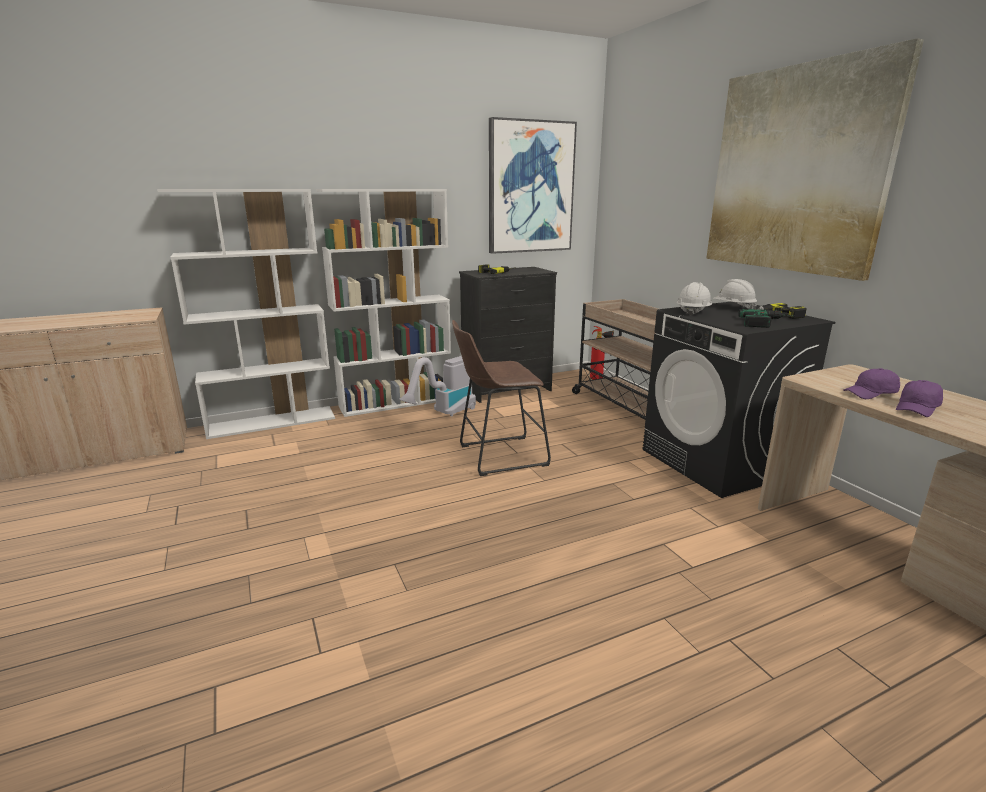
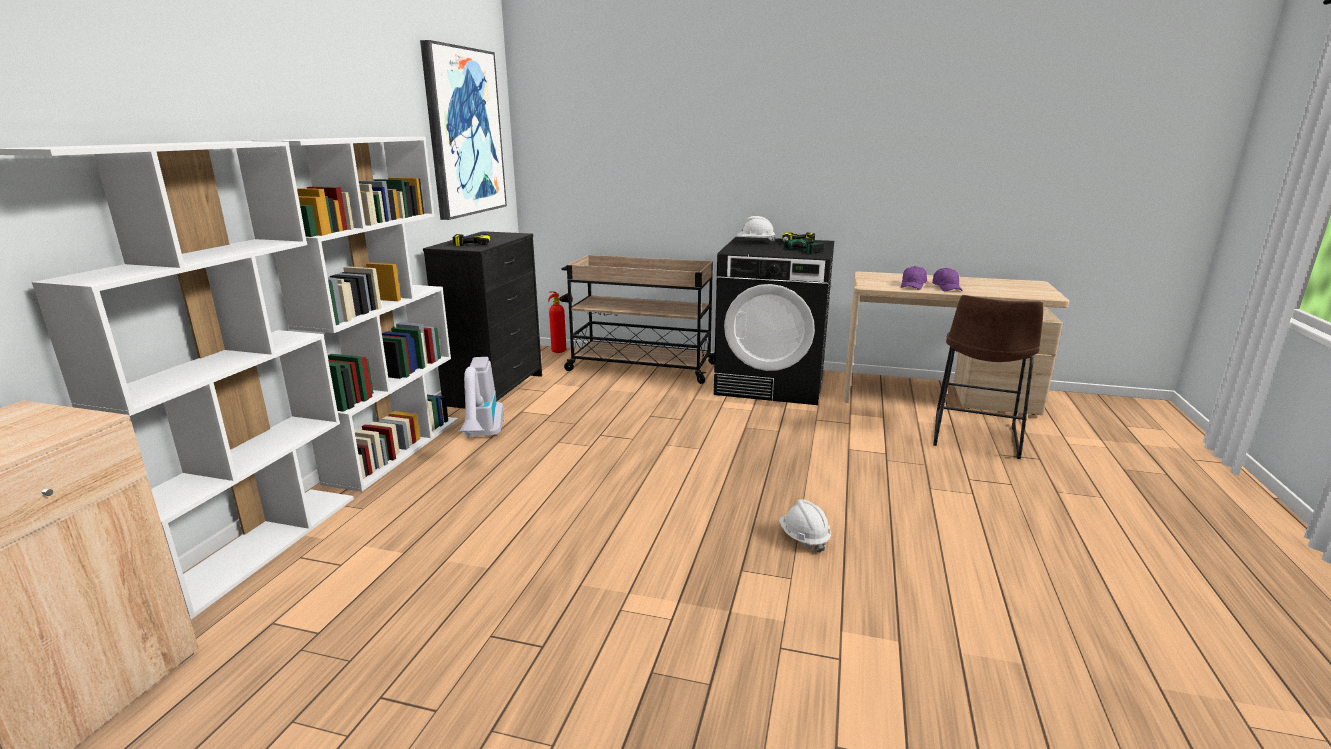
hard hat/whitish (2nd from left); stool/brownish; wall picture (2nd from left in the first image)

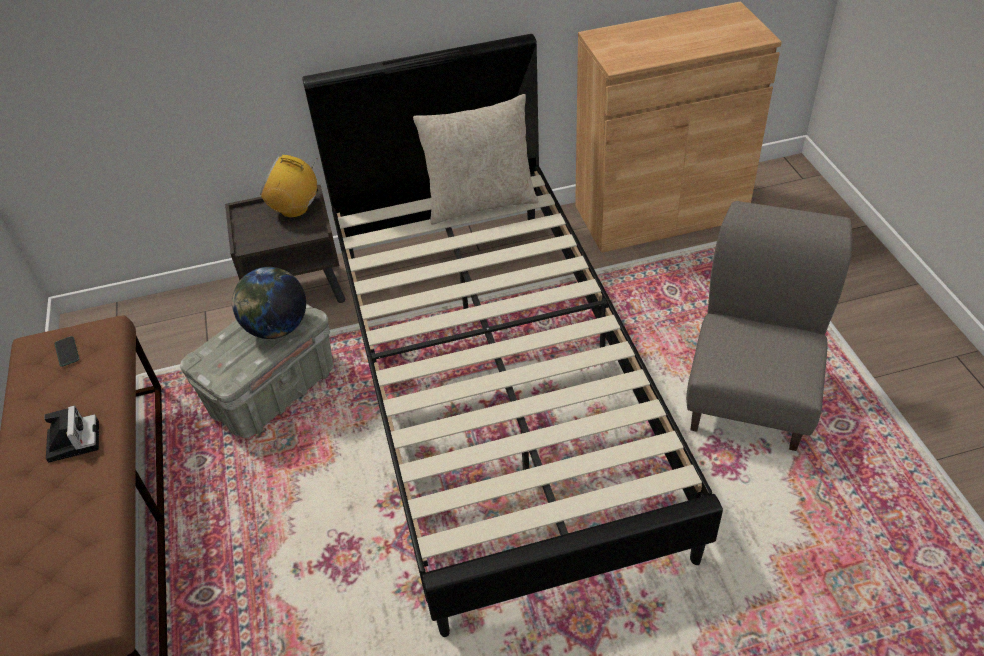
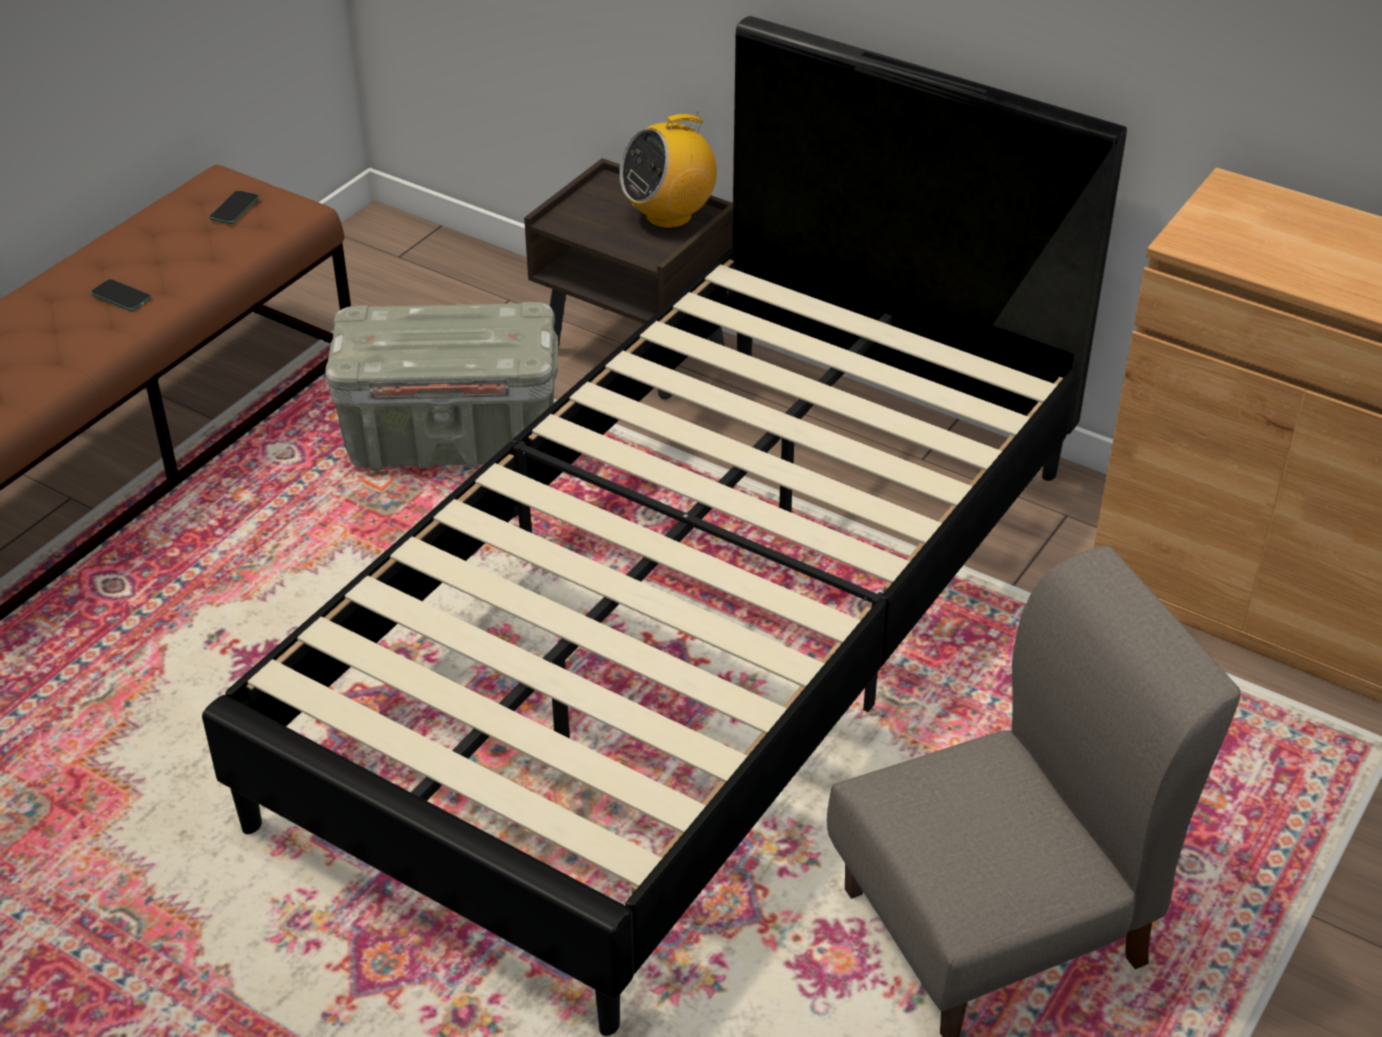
handset (1st from left); radio set; desk globe; pillow/beige-coloured

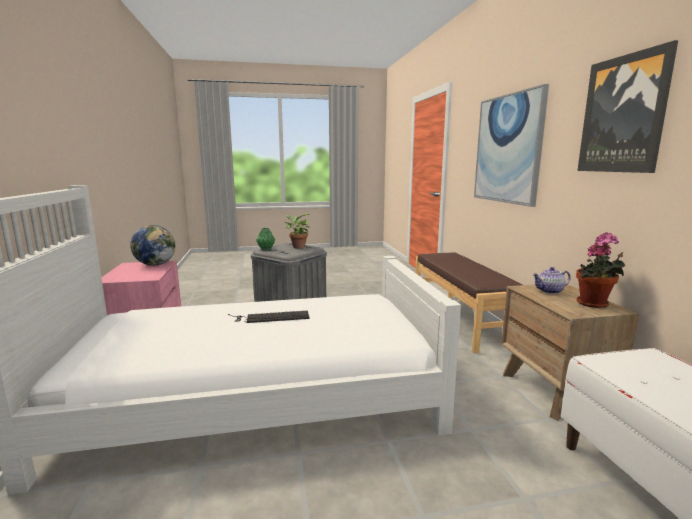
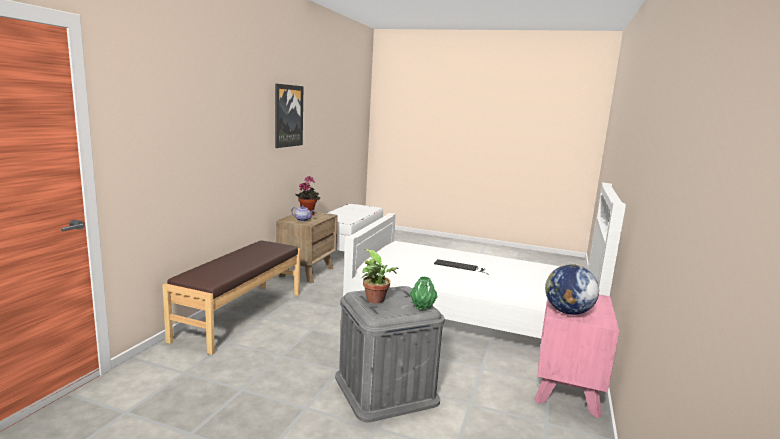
wall picture (1st from left in the first image)

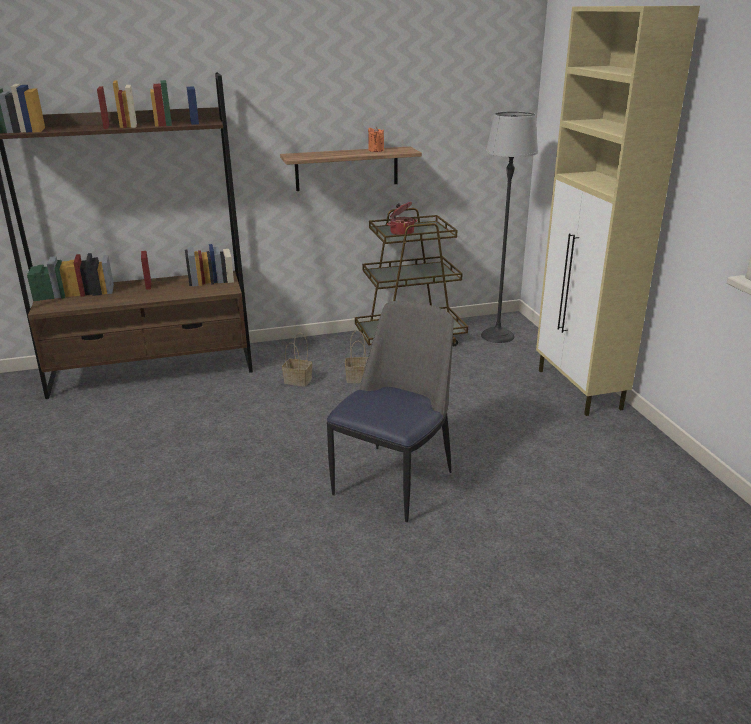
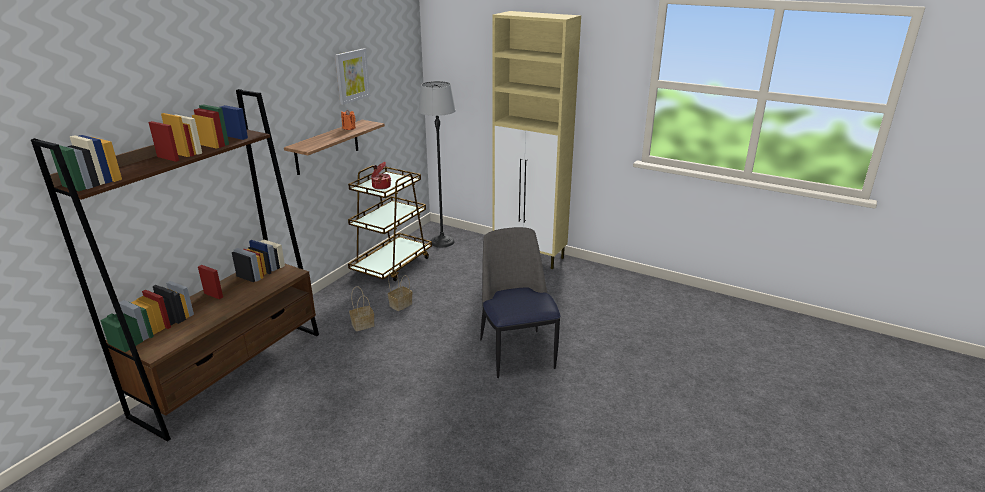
wall picture

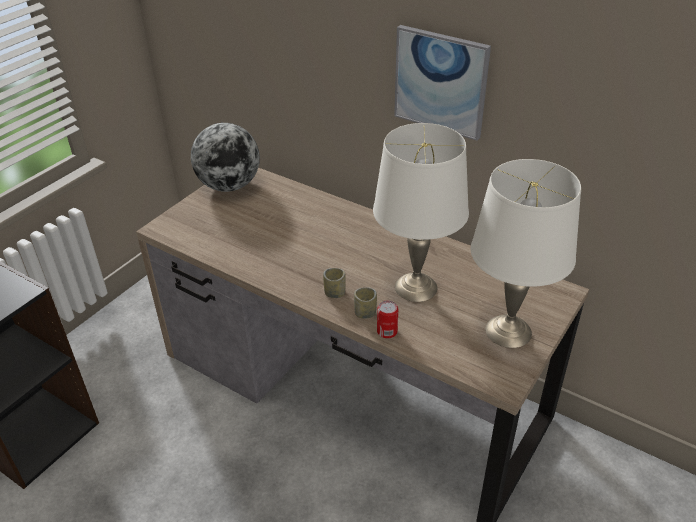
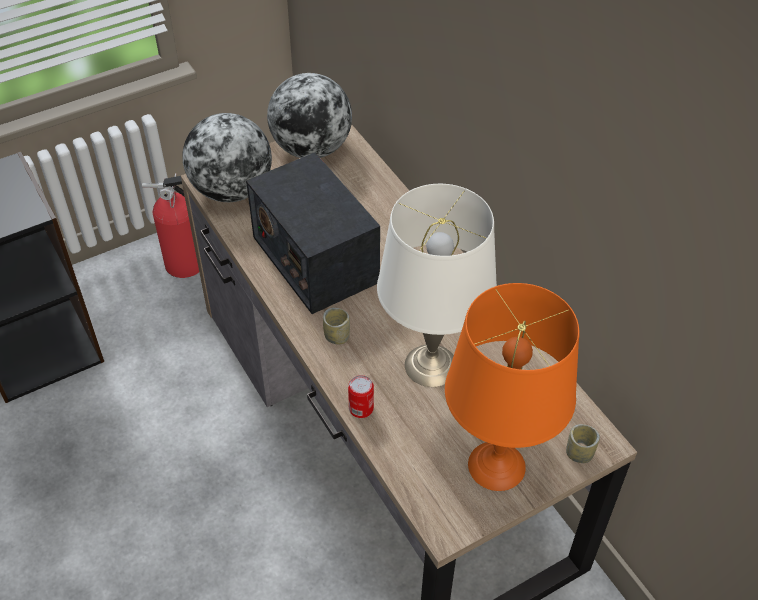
extinguisher; desk globe (1st from left); radio set; lamp for a table/orangey; cup (2nd from left); wall picture

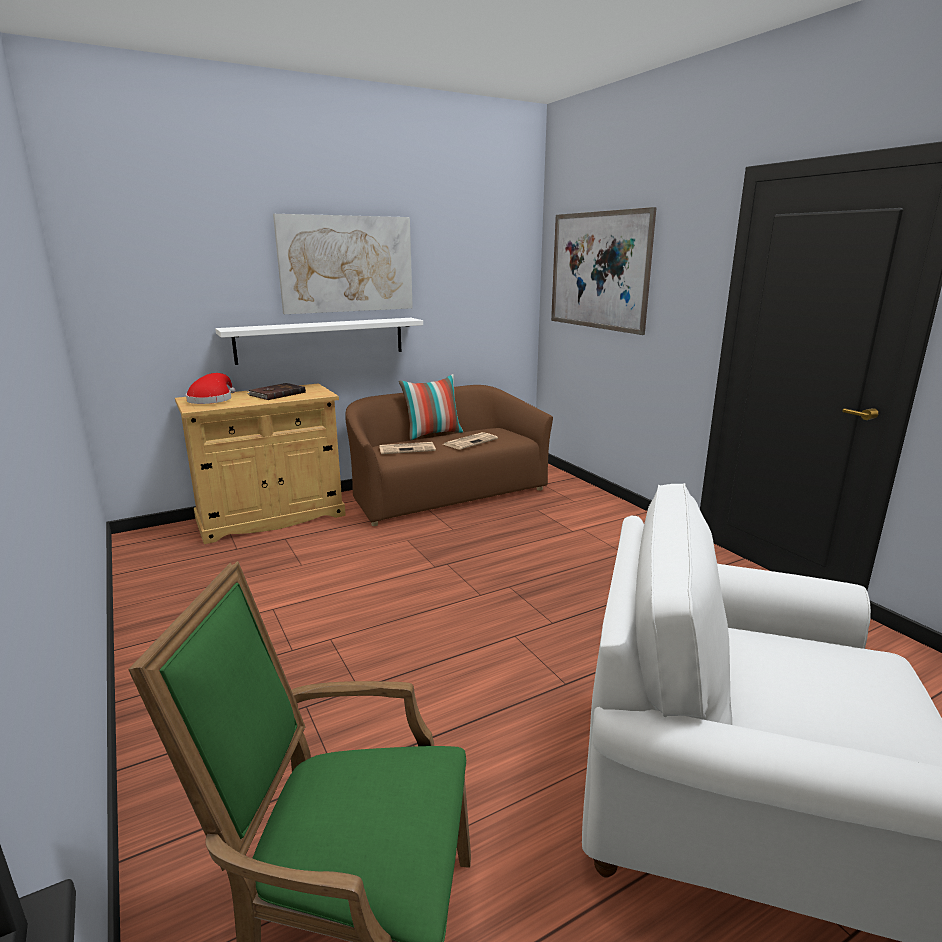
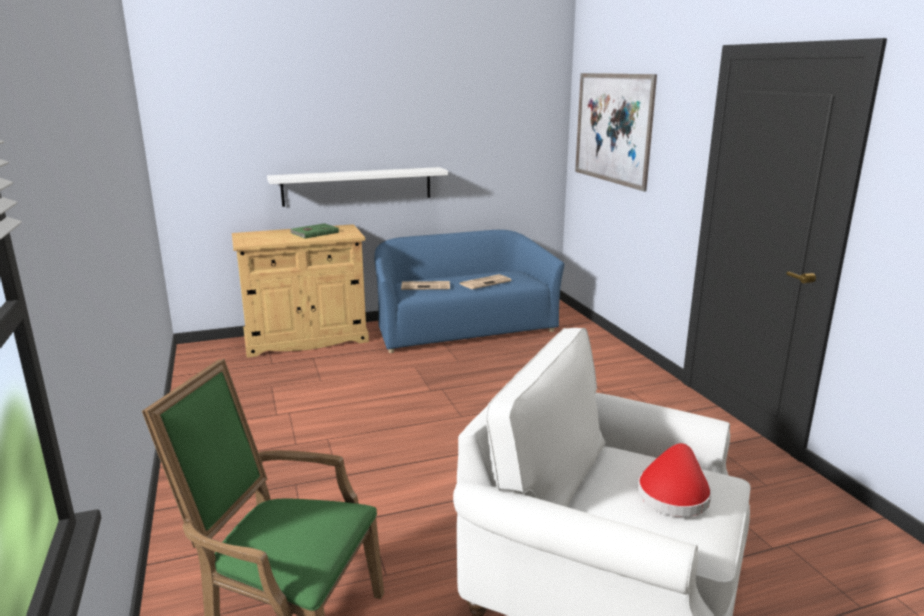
book/greenish; settee/blue-coloured; wearable hat/red-coloured; wall picture (1st from left in the first image); pillow

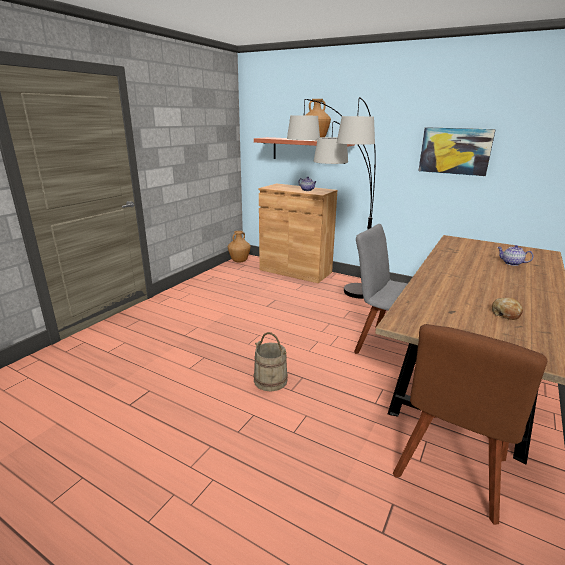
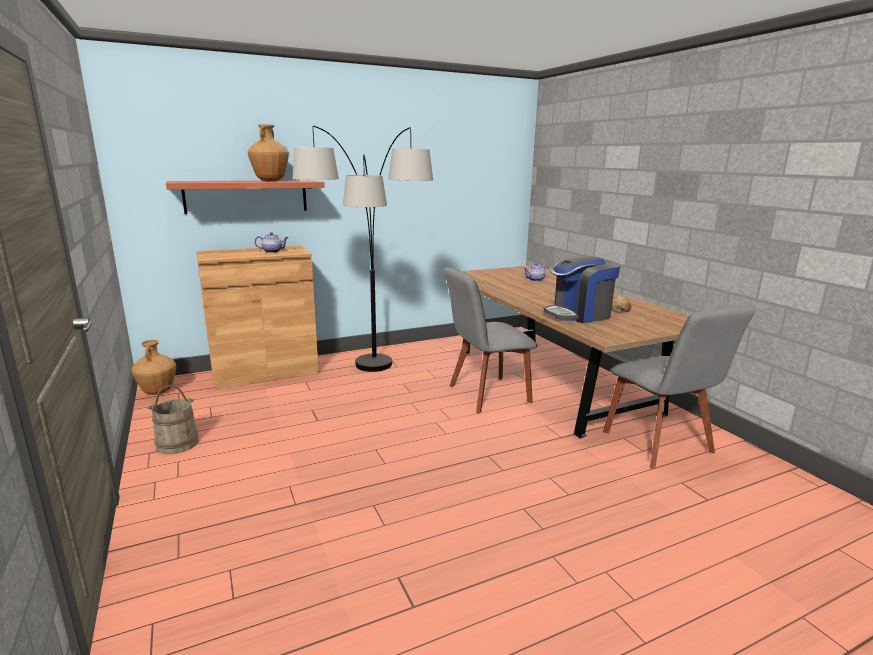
pail/beige-coloured; coffee maker; upright chair/gray (2nd from left); wall picture

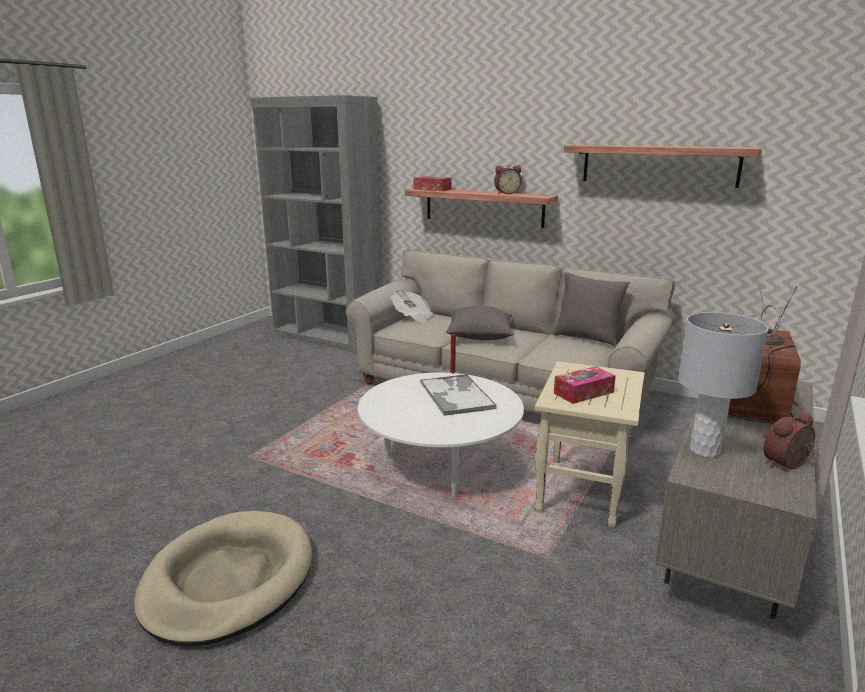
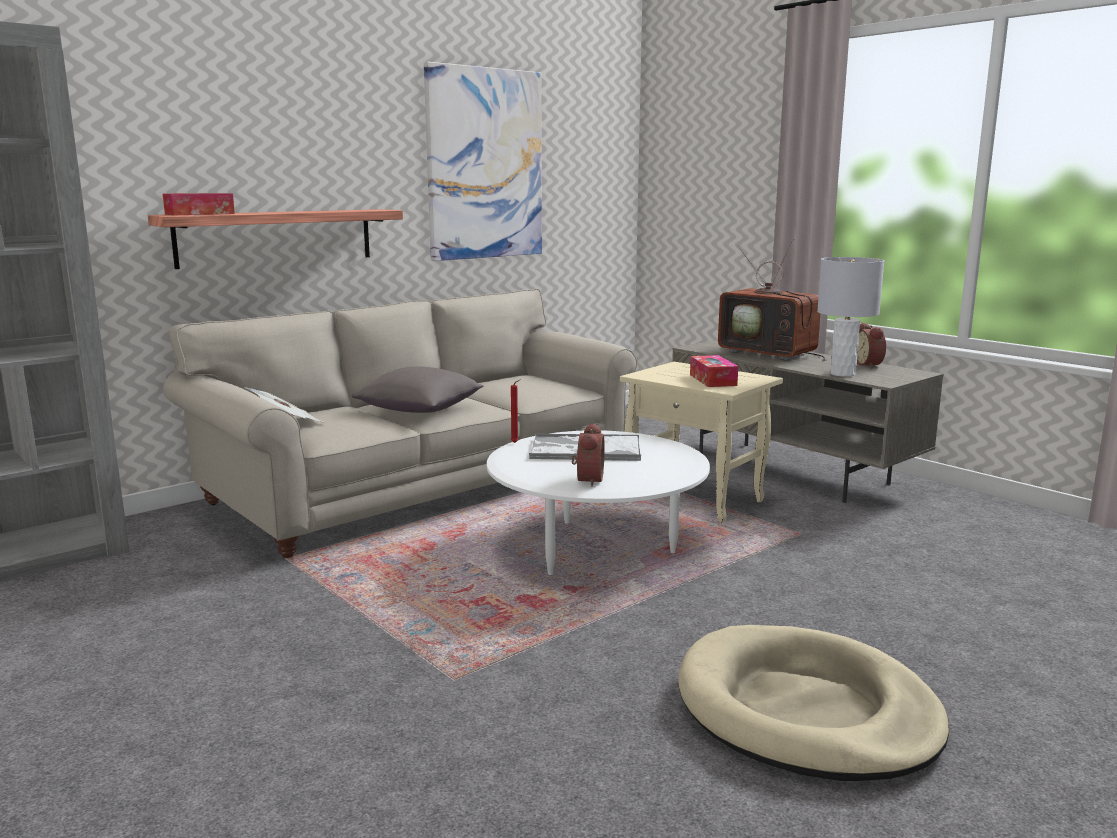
wall picture; alarm clock (1st from left); pillow/gray (2nd from left in the first image)

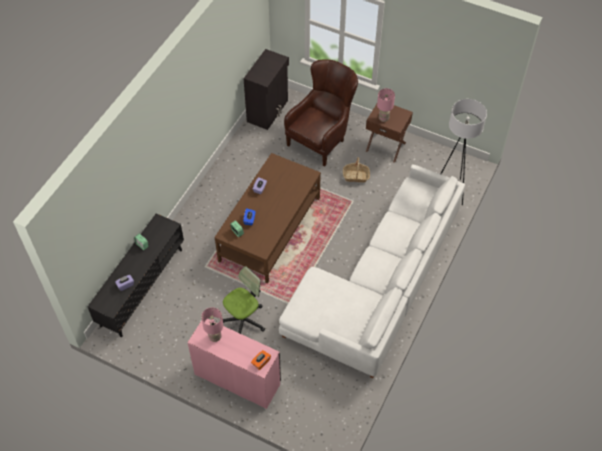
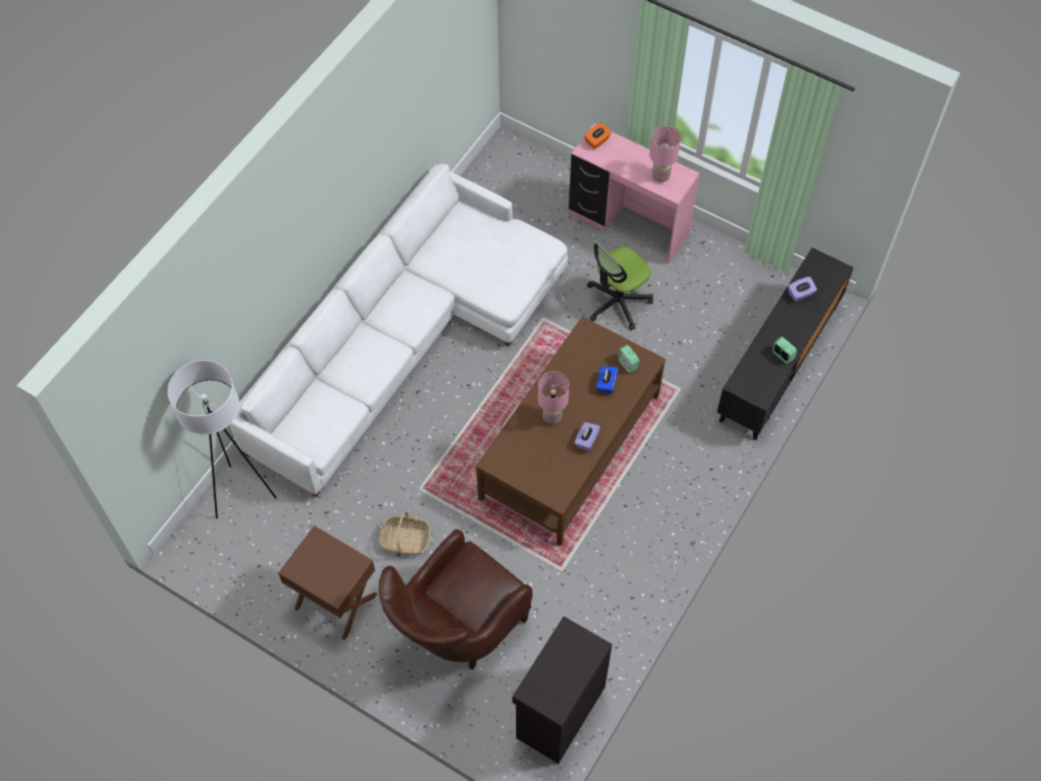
lamp for a table/pink-coloured (1st from left)

